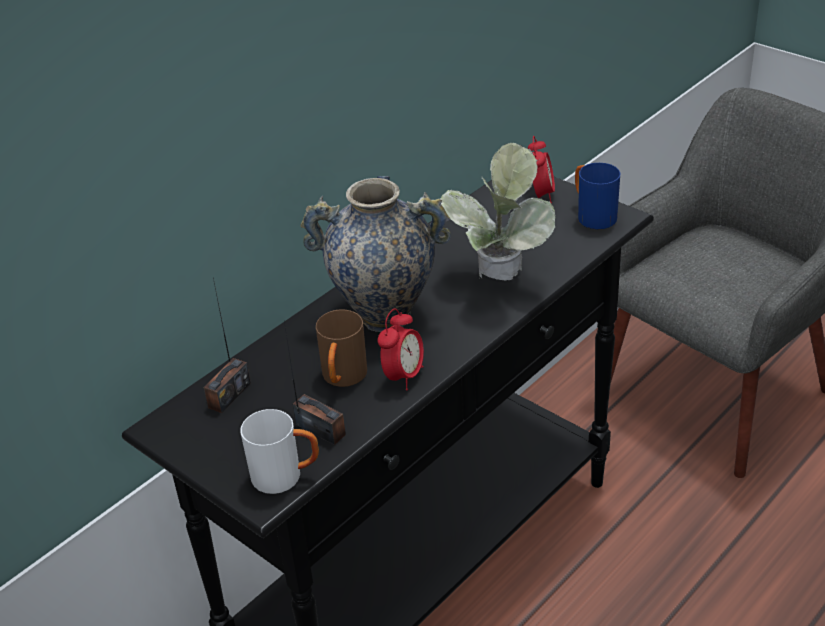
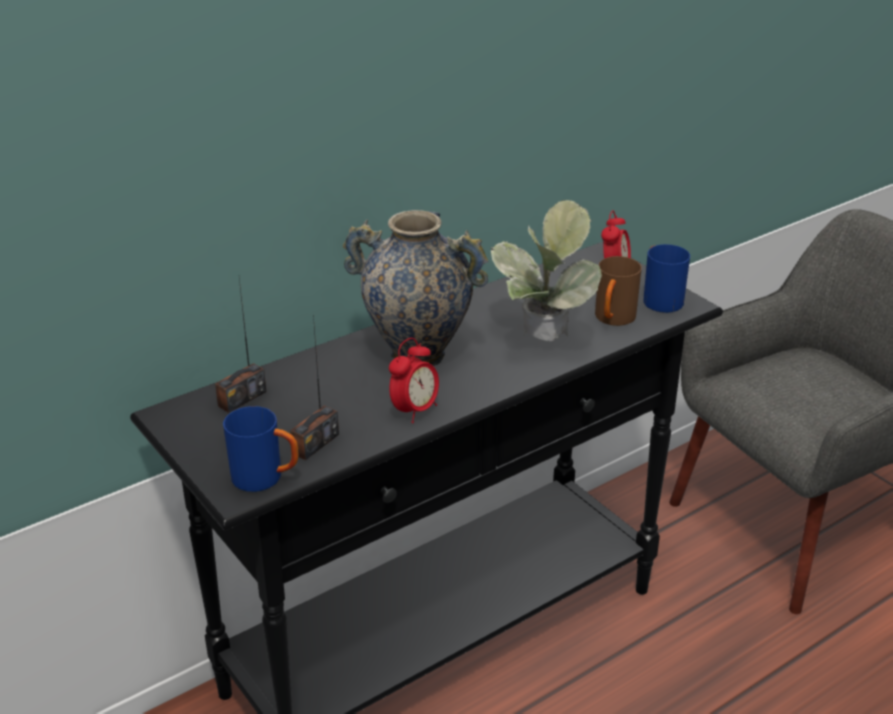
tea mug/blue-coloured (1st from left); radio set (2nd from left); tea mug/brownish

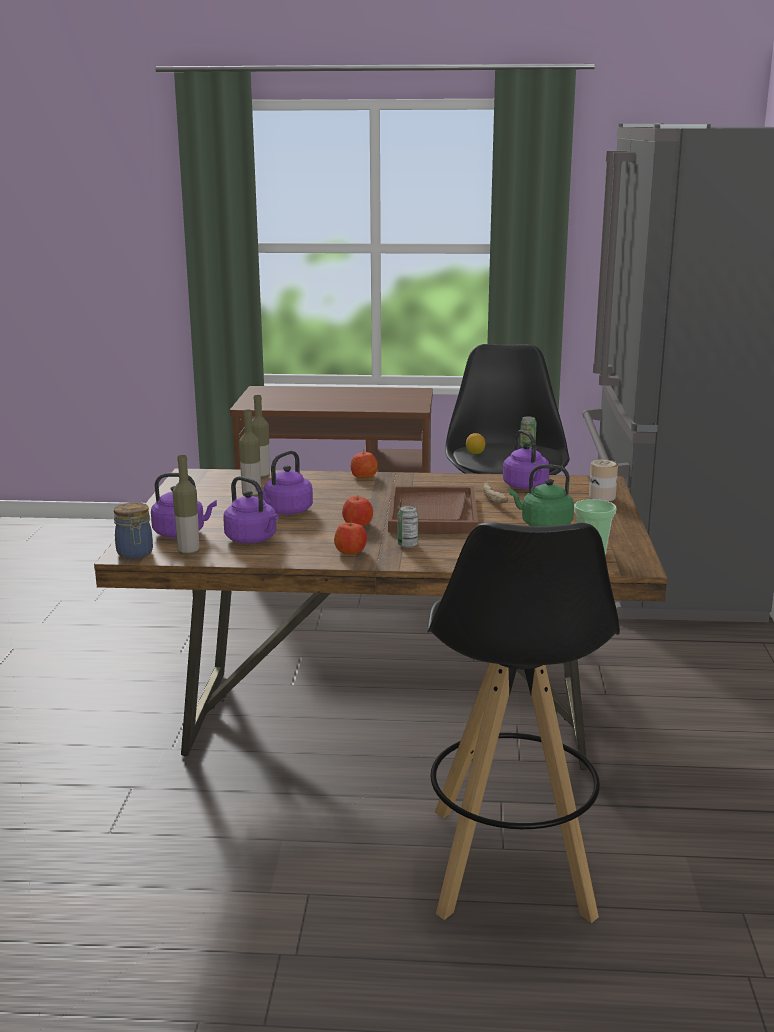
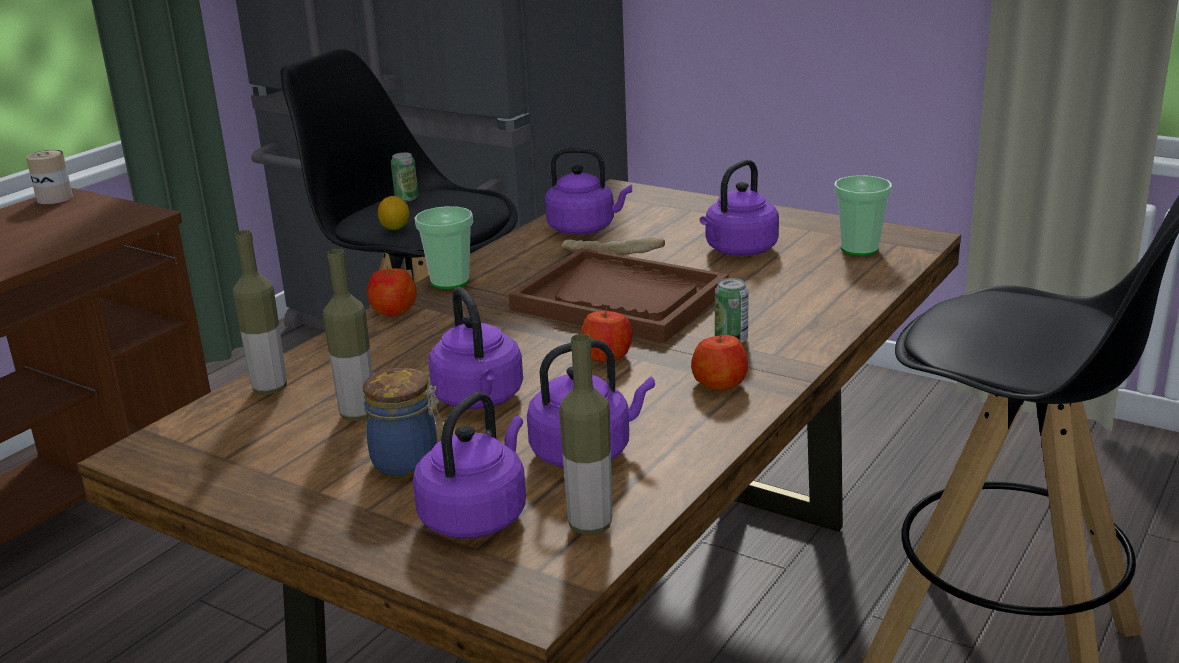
metal can (1st from left); preserve jar; cup (1st from left); water kettle/purple-coloured (5th from left)

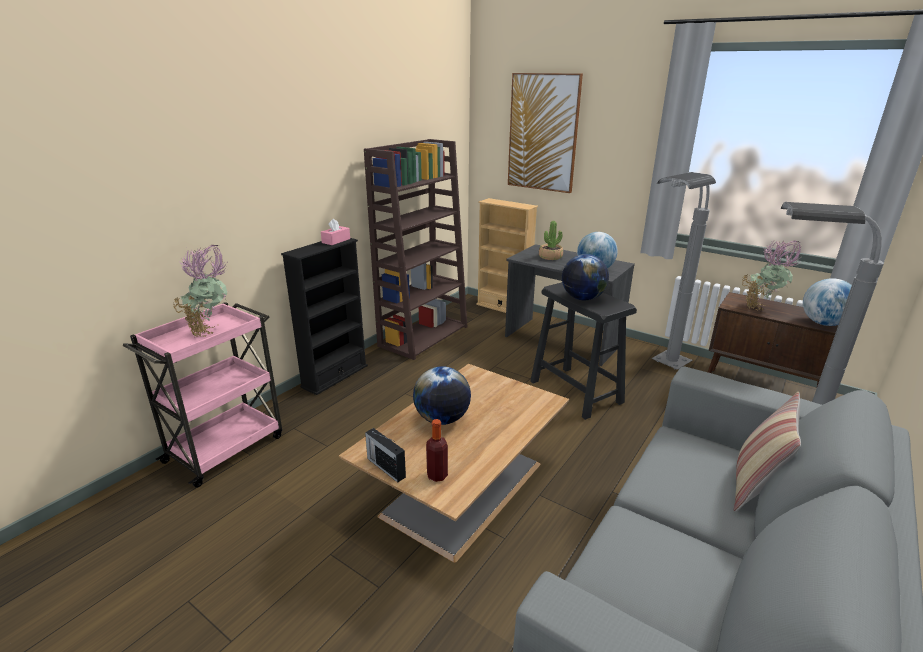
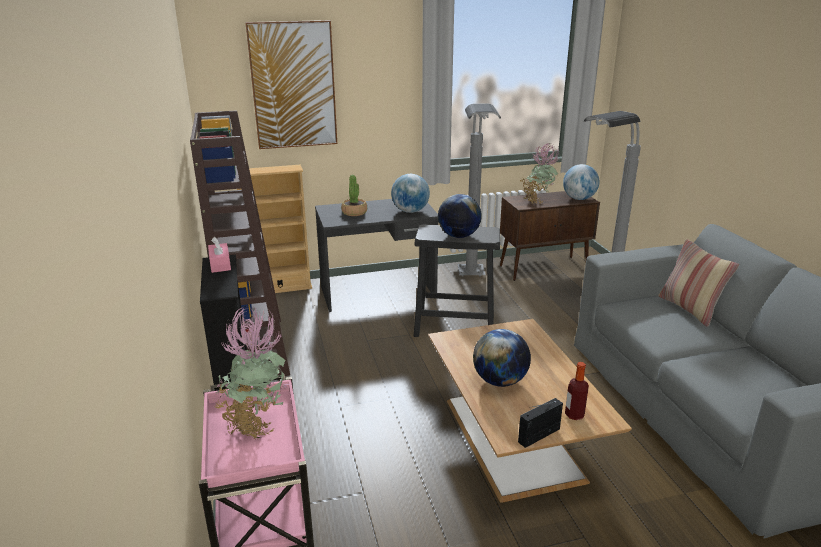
radio set

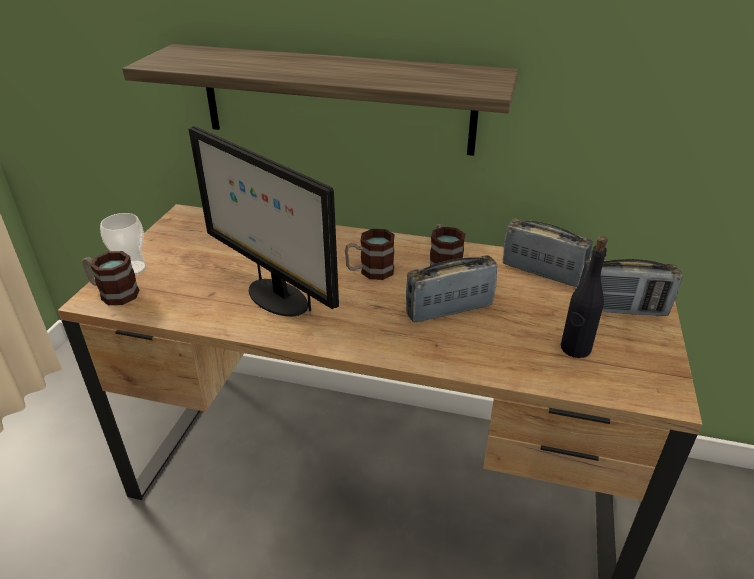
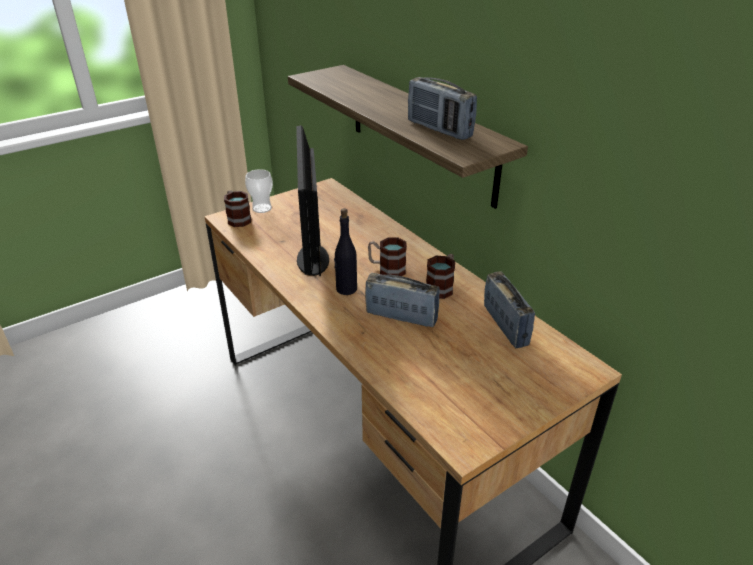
beverage bottle/blackish; radio set (2nd from left)

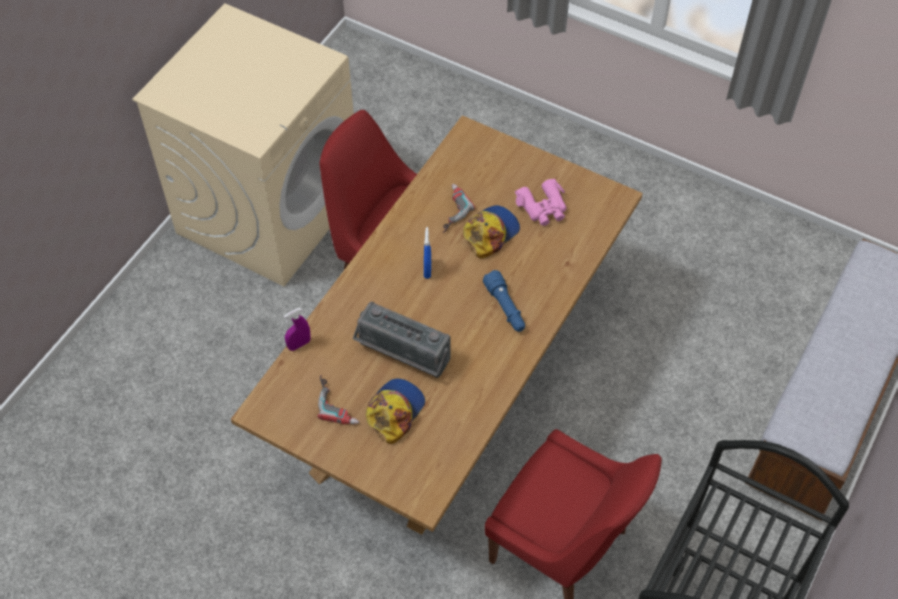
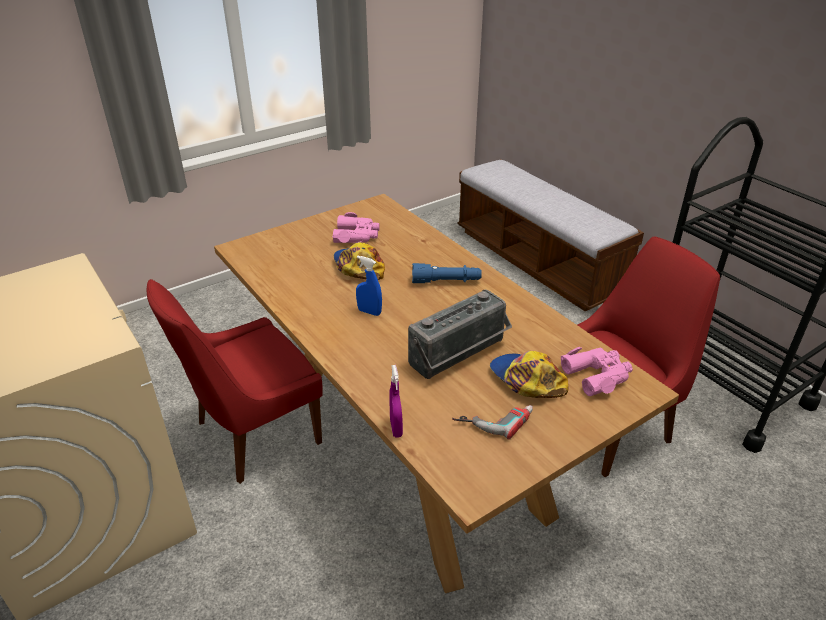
binoculars/pink-coloured (2nd from left); power drill (2nd from left in the first image)

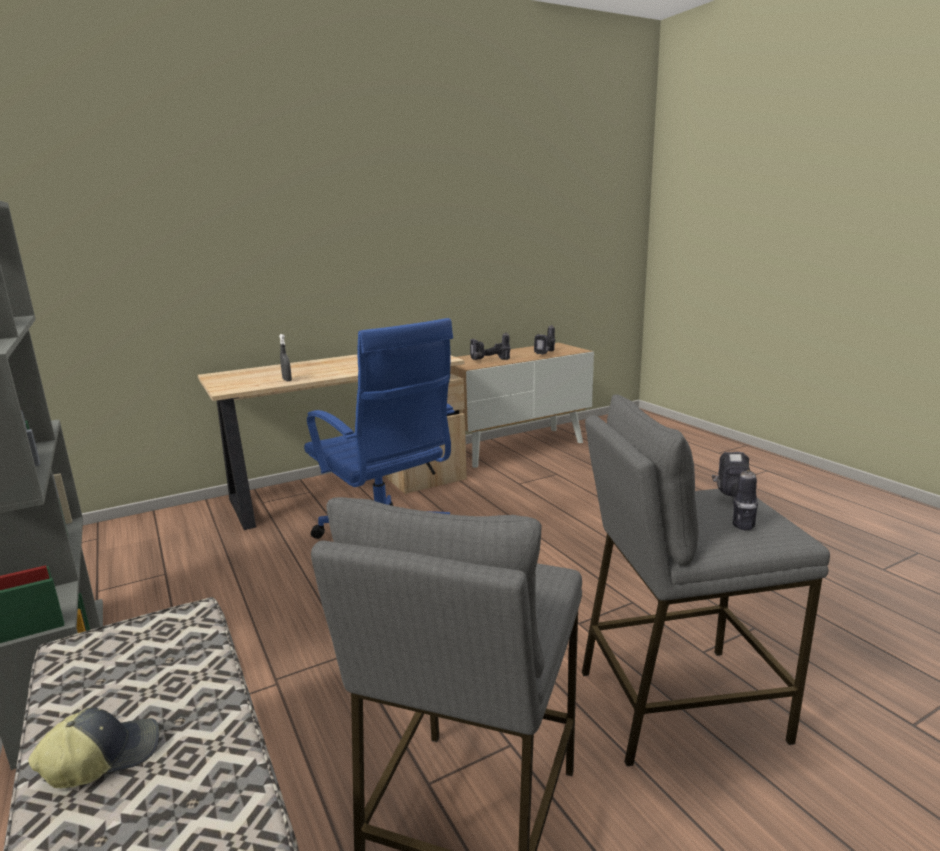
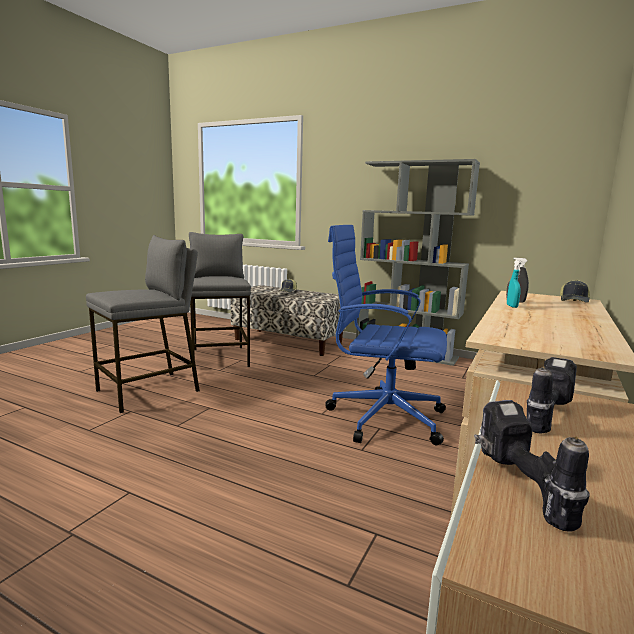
hand sprayer/turquoise; baseball cap (2nd from left); power drill (3rd from left in the first image)

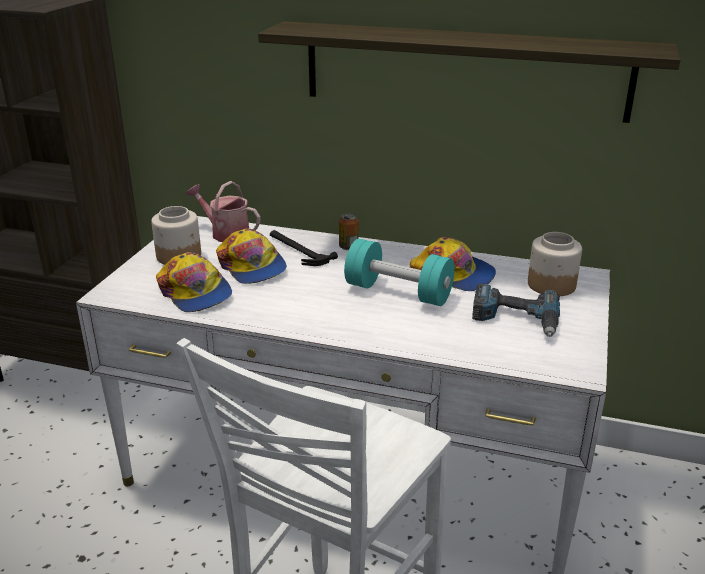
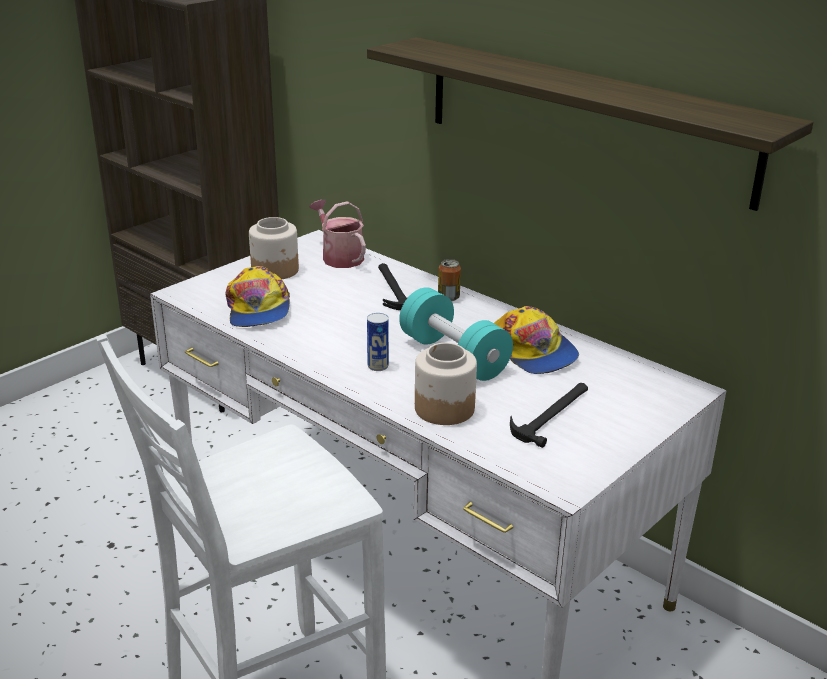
metal can (1st from left); preserve jar (2nd from left); hand hammer (2nd from left); baseball cap (2nd from left in the first image)

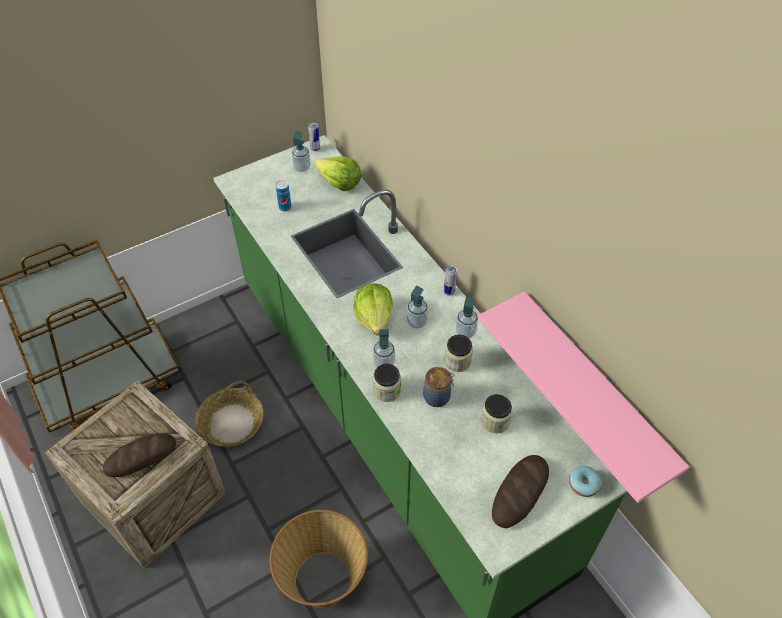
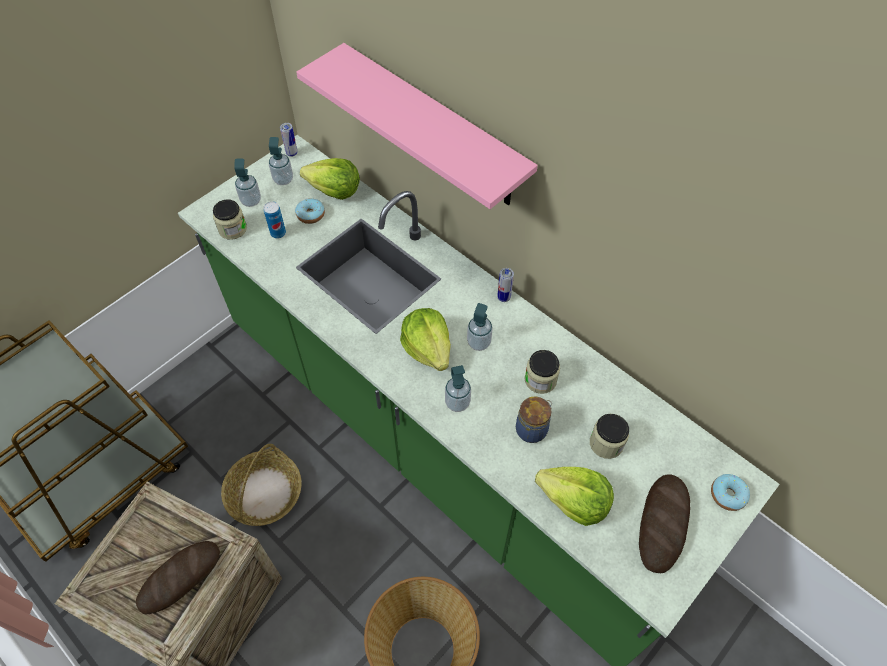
preserve jar (1st from left); soap bottle (1st from left); ring doughnut (1st from left); wall shelf/pink-coloured; lettuce (3rd from left)

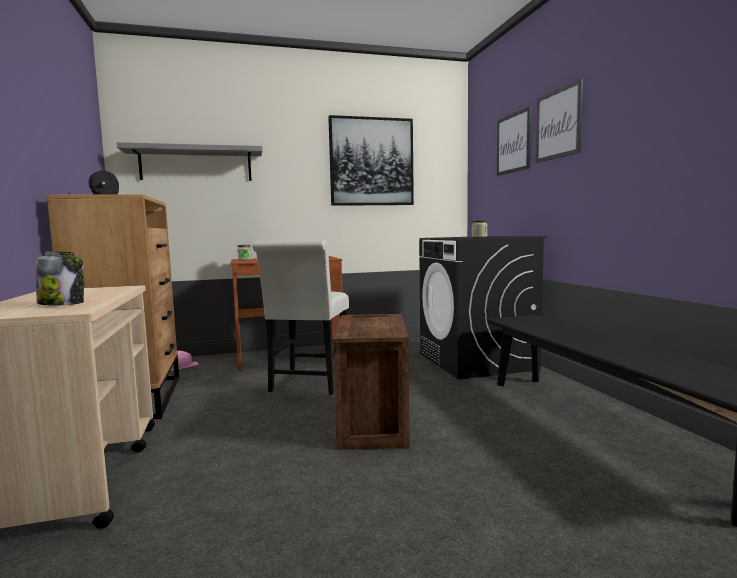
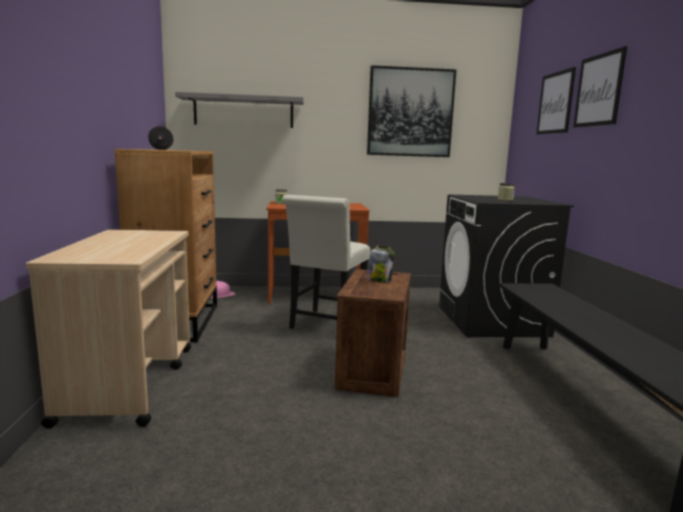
preserve jar (2nd from left)

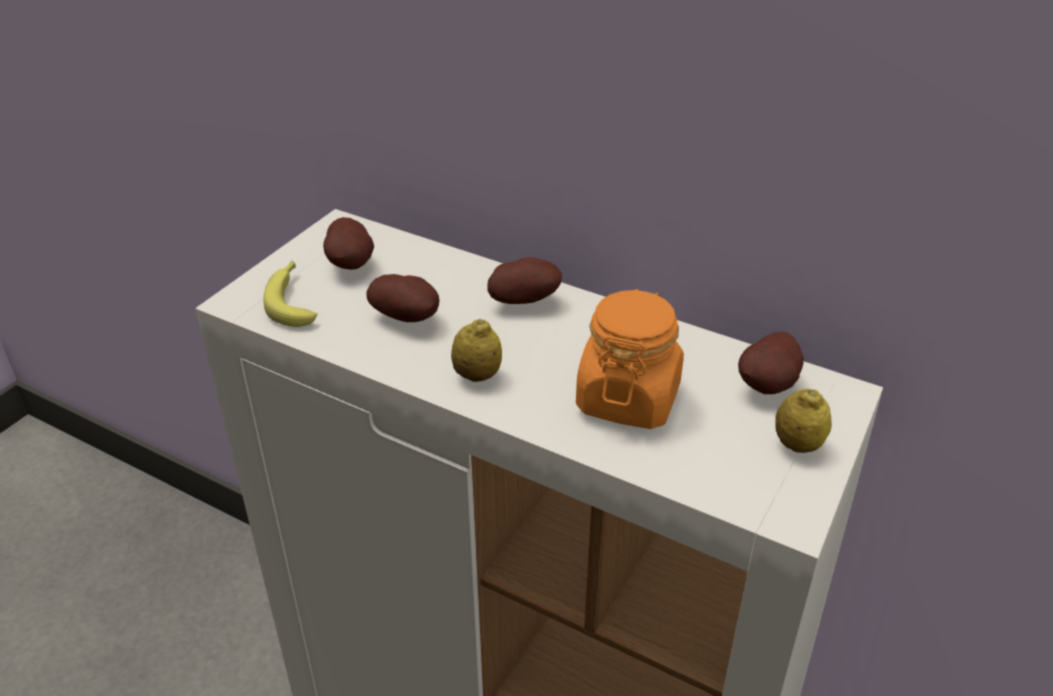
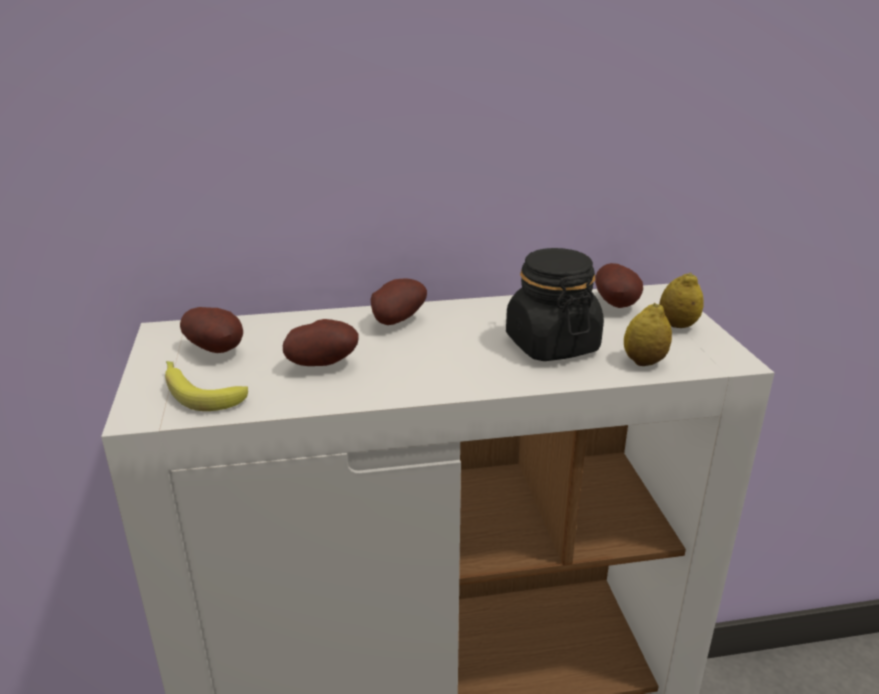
preserve jar/blackish; whole lemon (1st from left)

